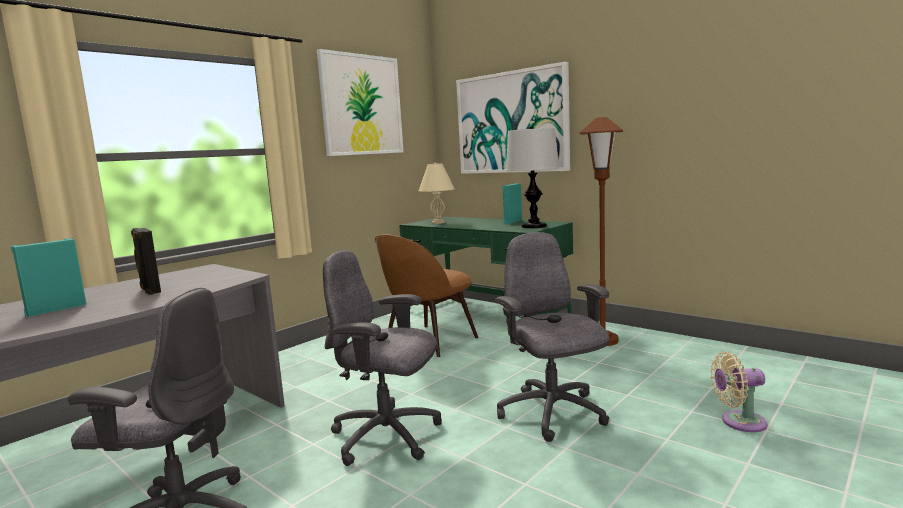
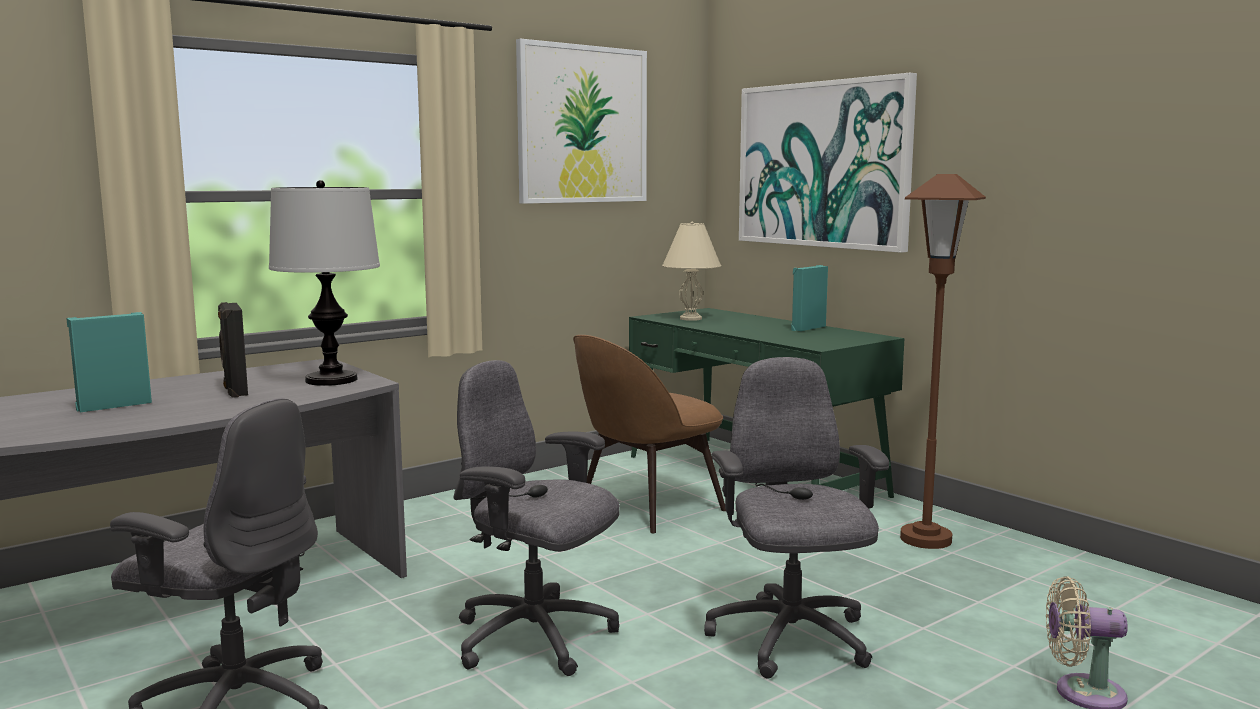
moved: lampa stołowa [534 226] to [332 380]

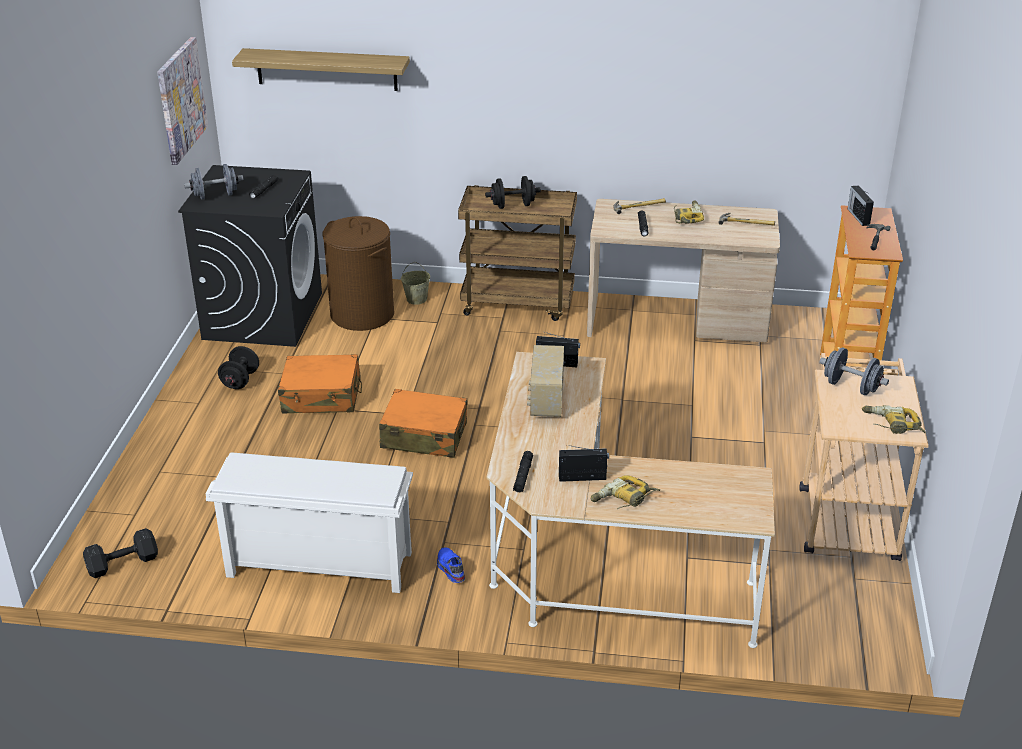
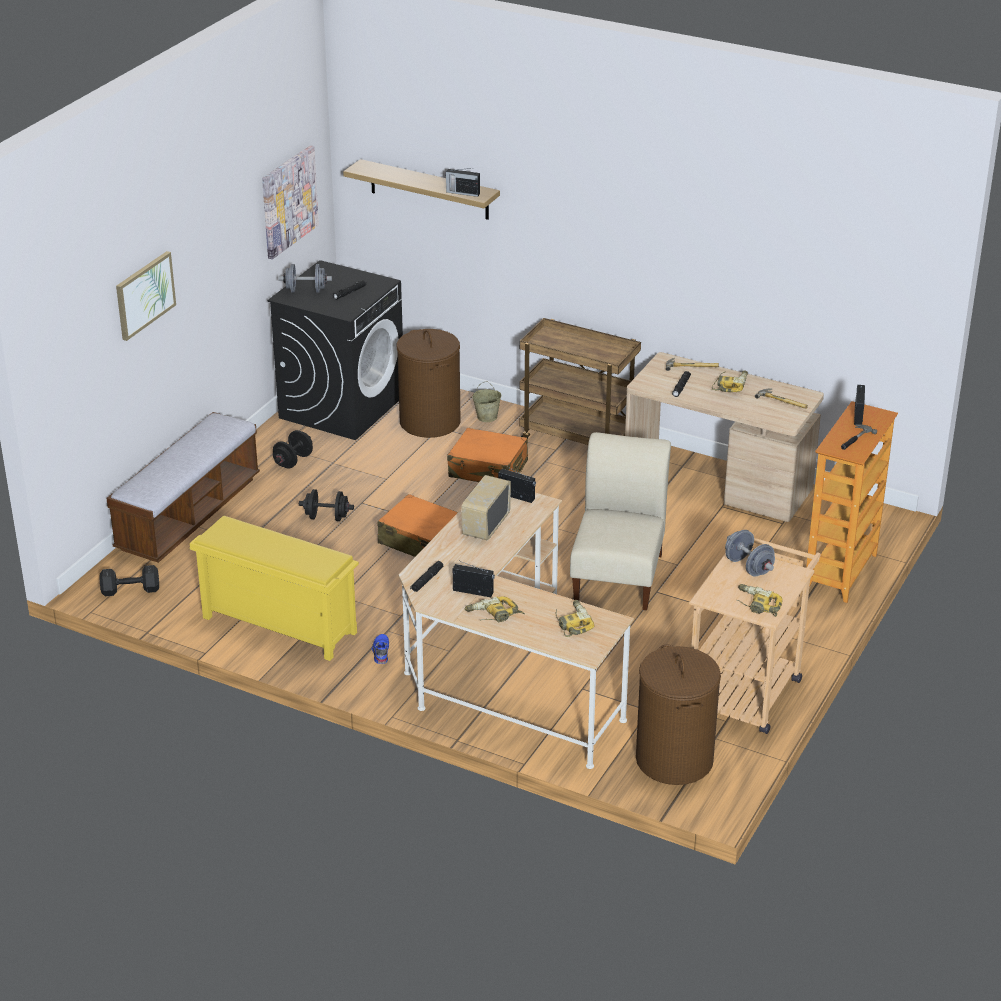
added: ławka [189 514]; obraz [144 295]; radio [462 193]; wiertarka [572 623]; krzesło (beżowy) [619 574]; kosz na pranie (brązowy) [674 759]
moved: hantel (czarny) [513 205] to [327 517]; walizka (pomarańczowy) [322 396] to [488 469]
recoloured: regał na buty (biały) [317 565] to regał na buty (żółty) [277 625]

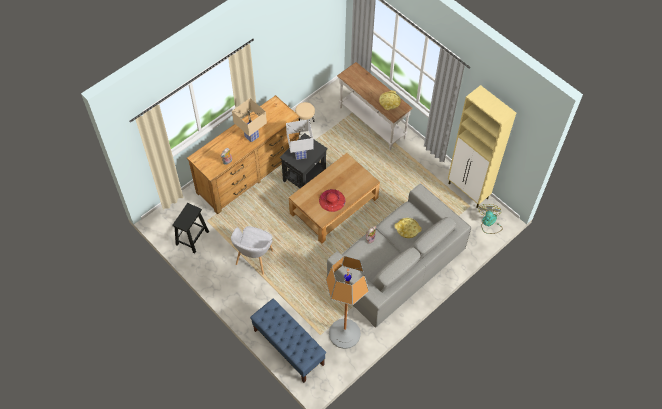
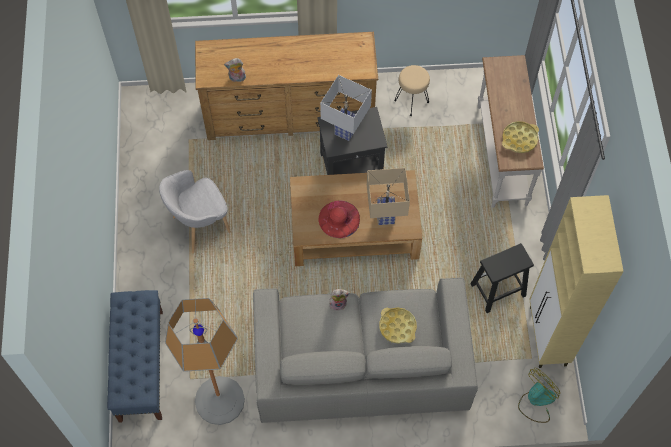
moved: lampa stołowa (beżowy) [252 136] to [386 217]; stołek (czarny) [192 238] to [497 290]

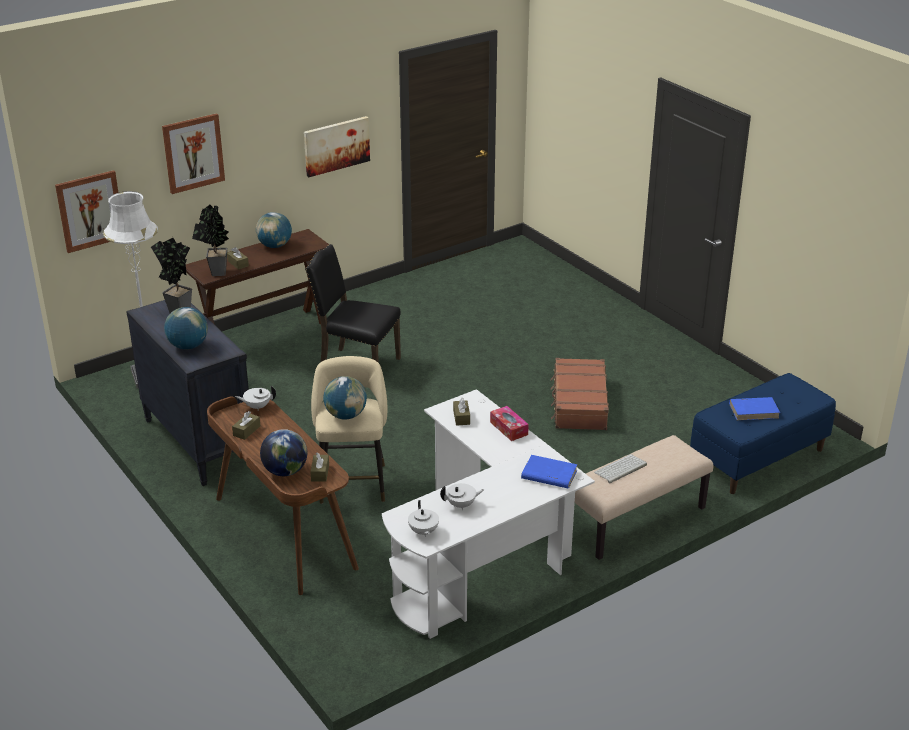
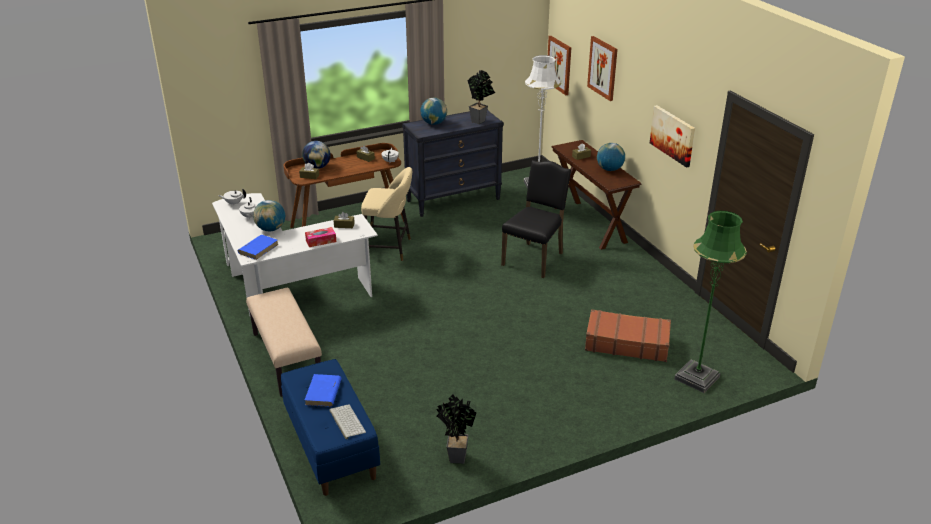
added: lampa stojąca (zielony) [697 378]
moved: globus [346 415] to [271 229]; klawiatura [620 469] to [346 421]; roślina doniczkowa [217 274] to [454 456]; walizka (brązowy) [579 403] to [626 343]

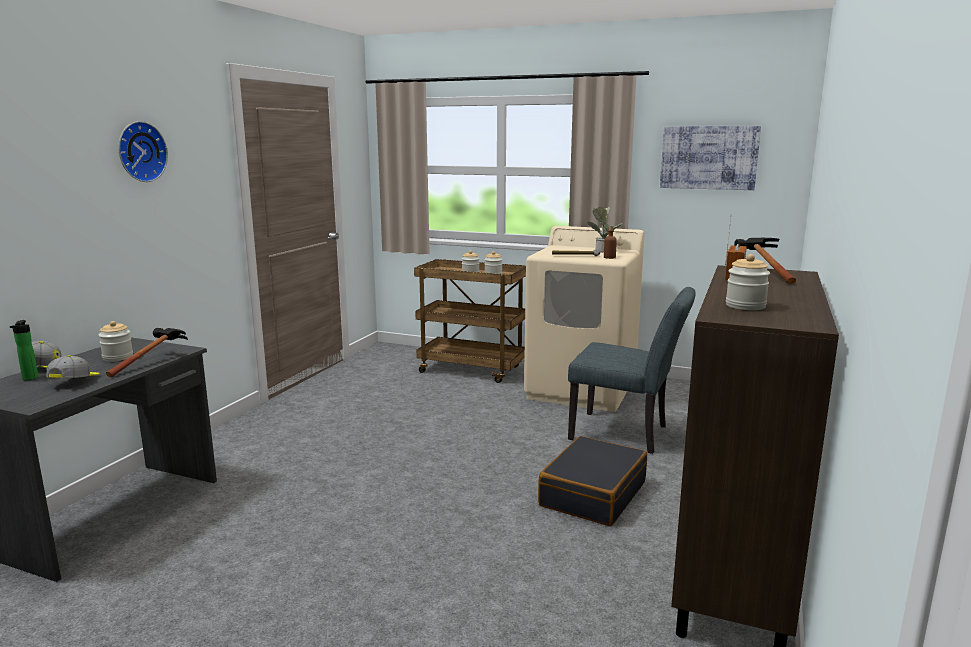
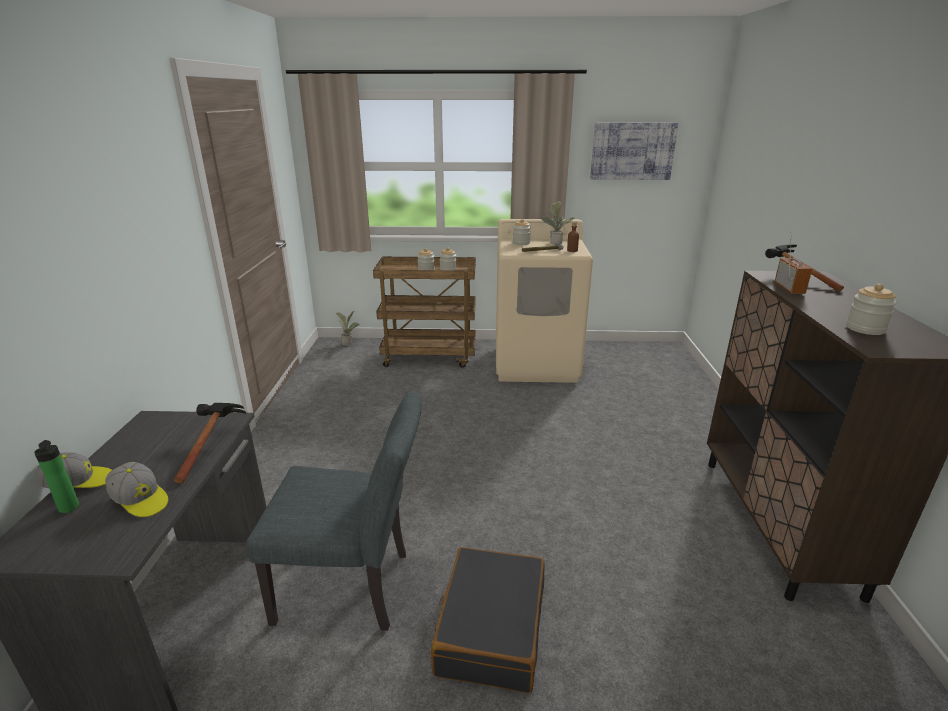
removed: zegar ścienny [140 151]
added: roślina doniczkowa [349 343]
moved: krzesło (szary) [626 434] to [354 587]; walizka (czarny) [592 494] to [490 628]; słoik [118 357] to [521 243]
turned: czapka z daszkiem [75 381] = [140 500] 135 degrees clockwise

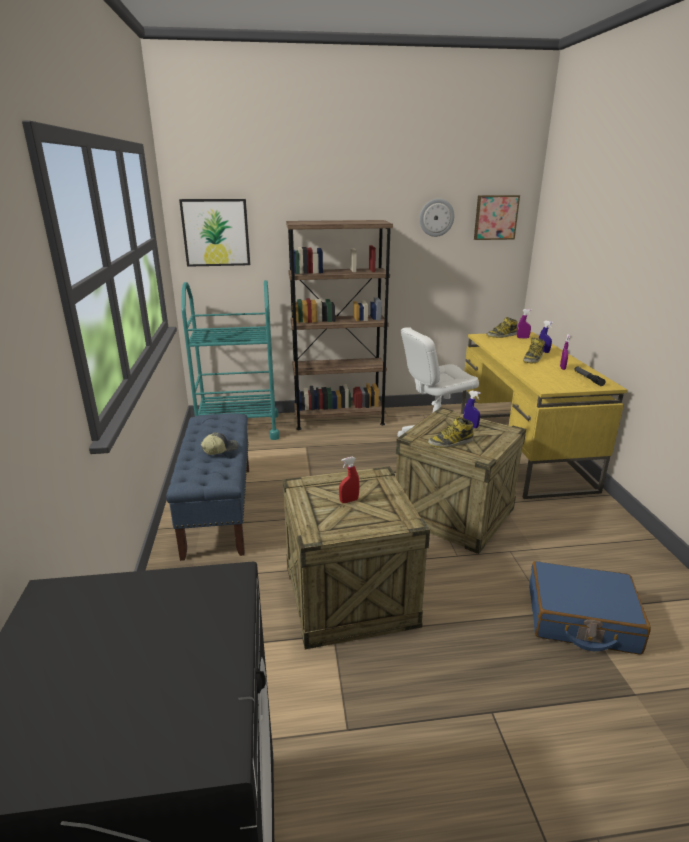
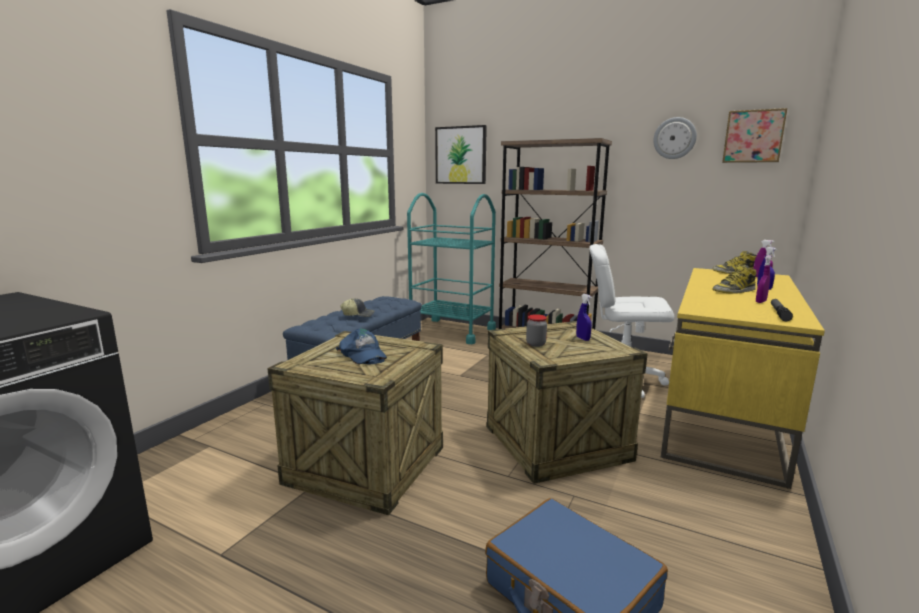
replaced: spryskiwacz (czerwony) [349 501] to czapka z daszkiem (niebieski) [362 354]; but z cholewką [450 443] to słoik [535 344]

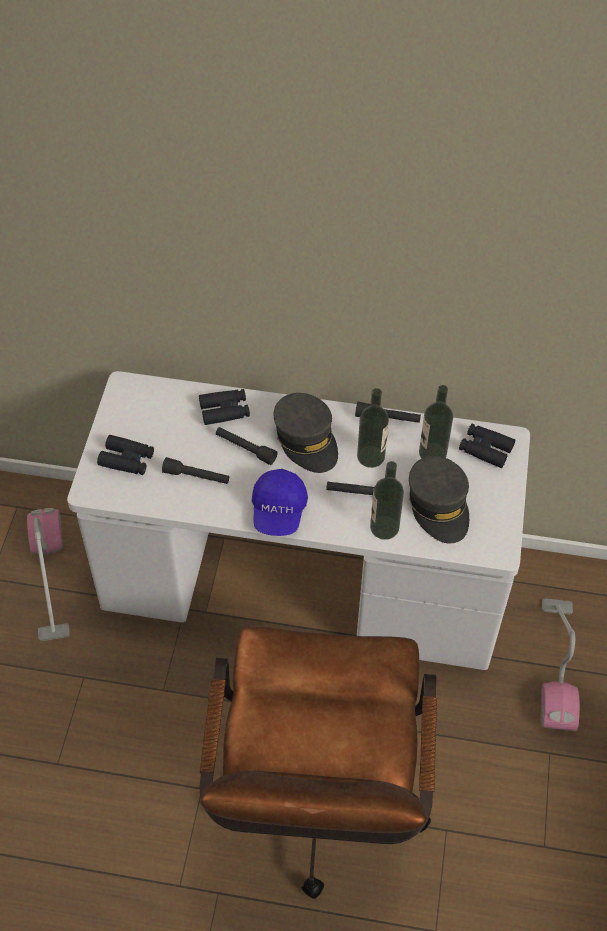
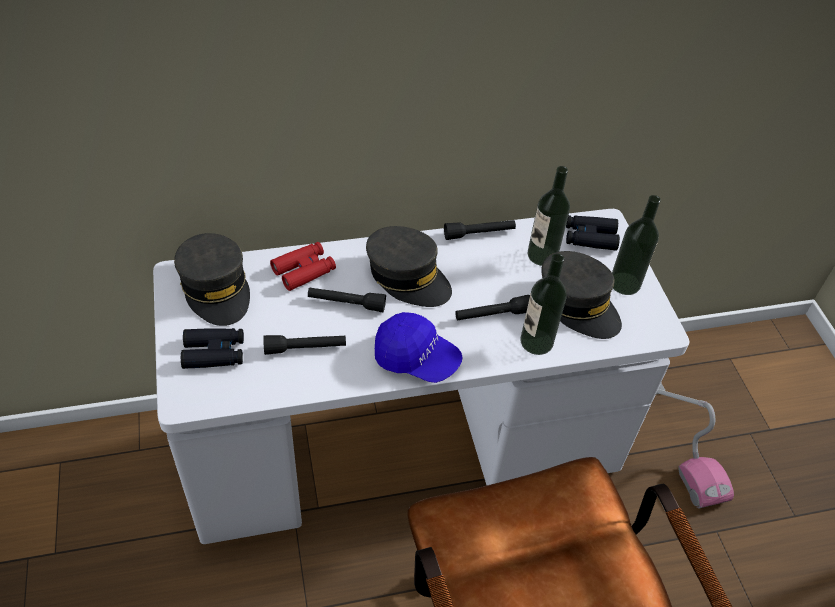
removed: odkurzacz [49 577]
added: czapka z daszkiem (szary) [216 288]
moved: butelka [371 456] to [625 283]
recoloured: lornetka (czarny) [224 410] to lornetka (czerwony) [304 270]
turned: czapka z daszkiem (niebieski) [278 511] = [416 358] 45 degrees counterclockwise

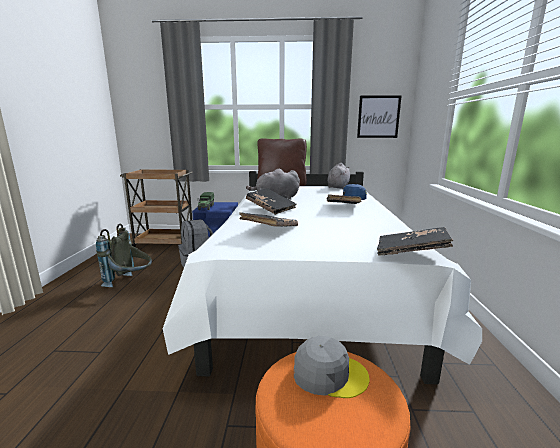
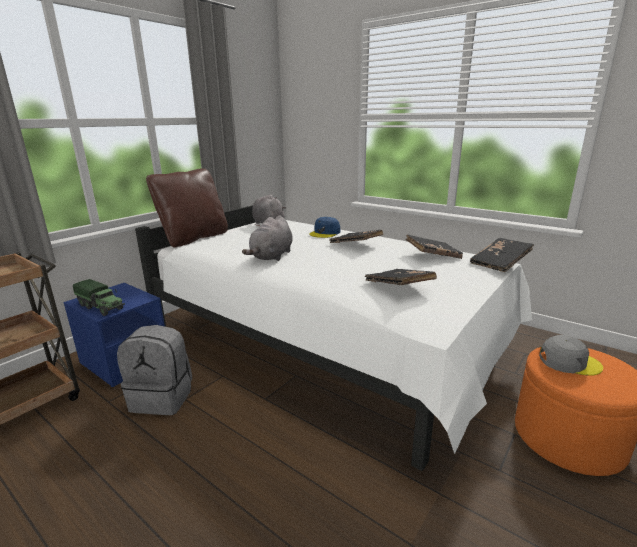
removed: plecak (szary) [131 283]; obraz [378 117]
moved: książka (czarny) [271 208] to [432 255]
turned: czapka z daszkiem (szary) [329 374] = [568 362] 60 degrees clockwise

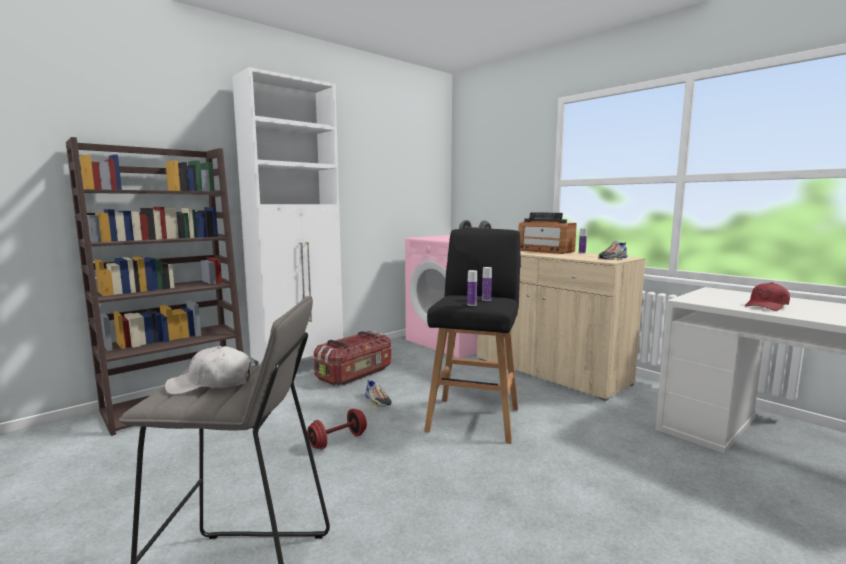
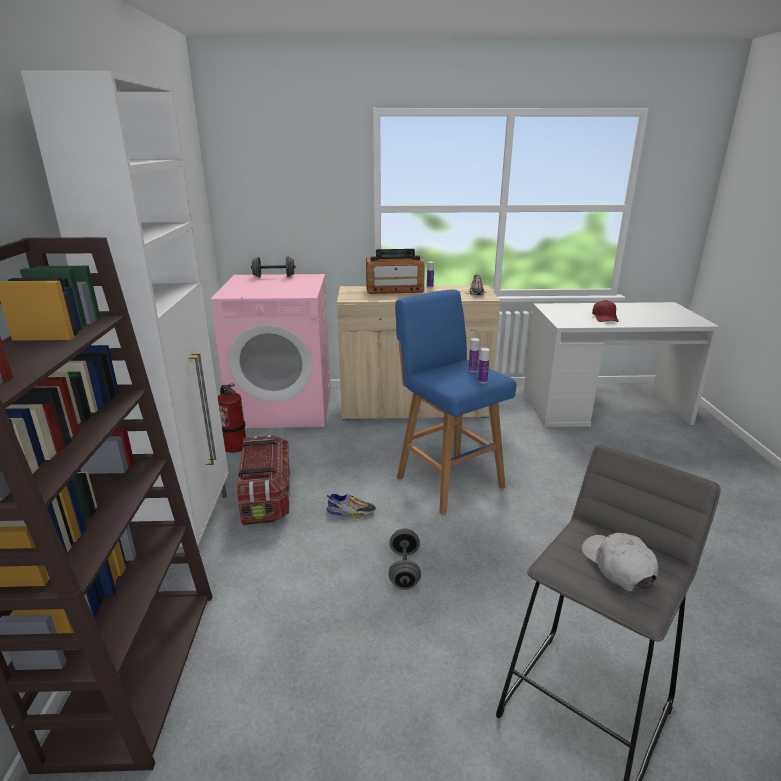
added: gaśnica [235 446]
recoloured: hantel (czerwony) [338 441] to hantel (szary) [404 569]; stołek (czarny) [474 417] to stołek (niebieski) [447 480]
turned: czapka z daszkiem (biały) [211 384] = [617 566] 135 degrees clockwise

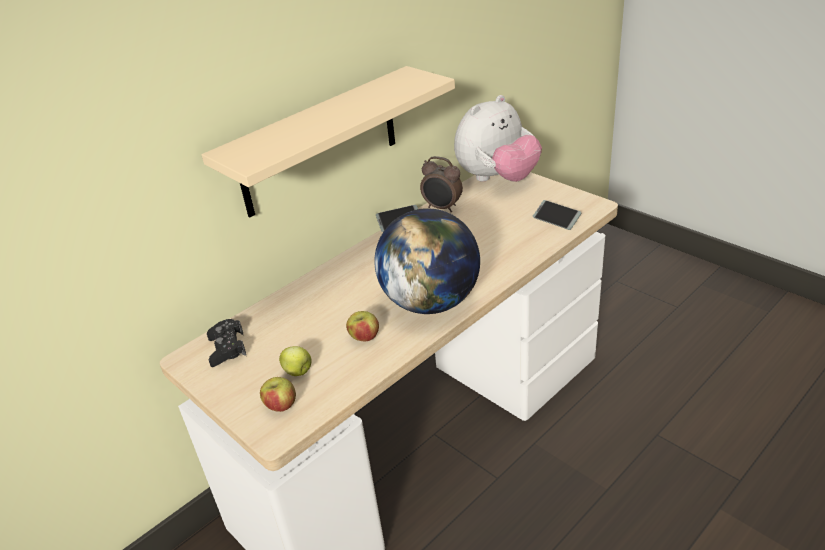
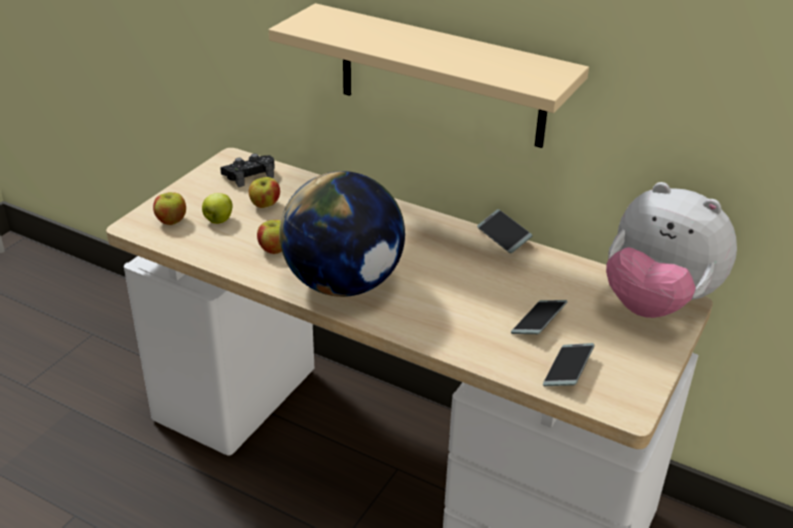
removed: budzik [442 208]
added: jabłko [265 205]; telefon [538 322]

